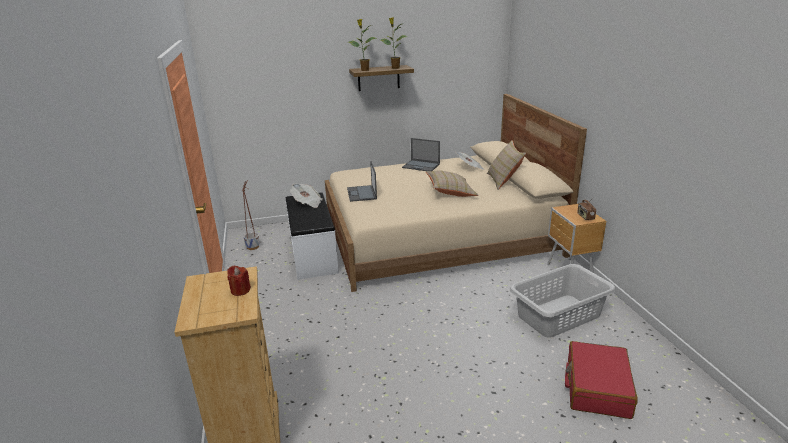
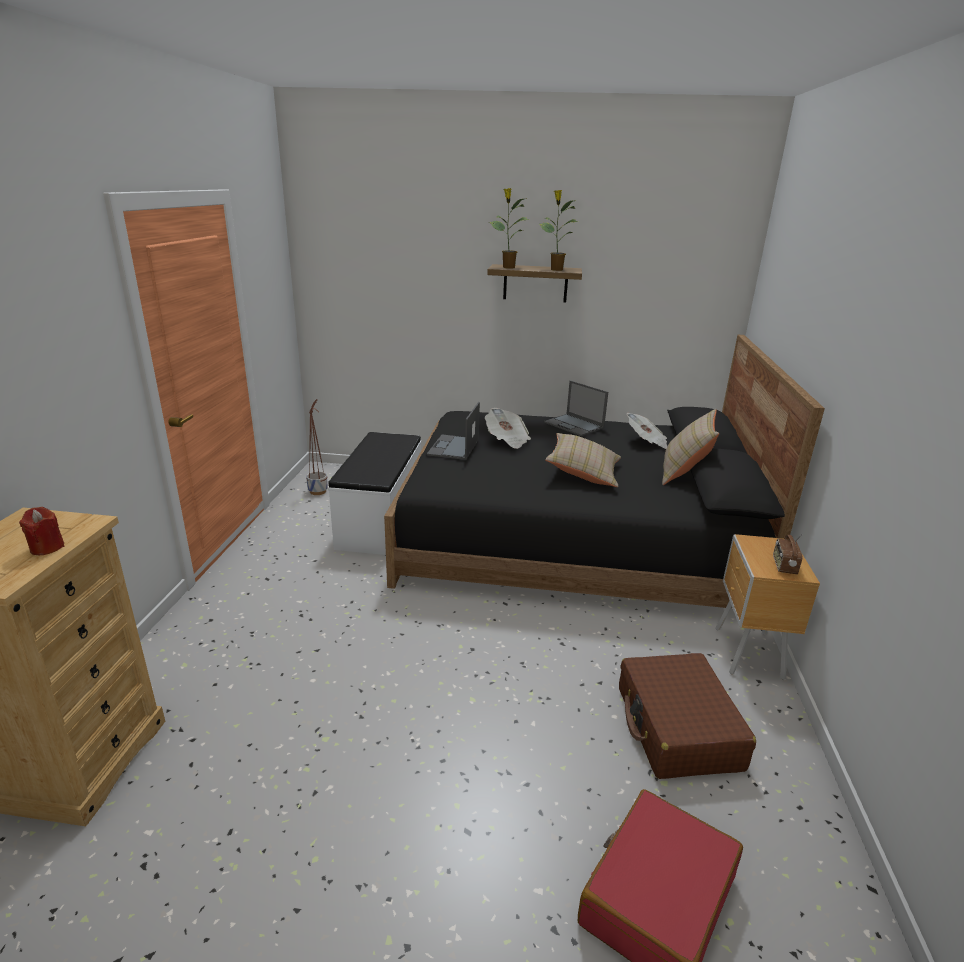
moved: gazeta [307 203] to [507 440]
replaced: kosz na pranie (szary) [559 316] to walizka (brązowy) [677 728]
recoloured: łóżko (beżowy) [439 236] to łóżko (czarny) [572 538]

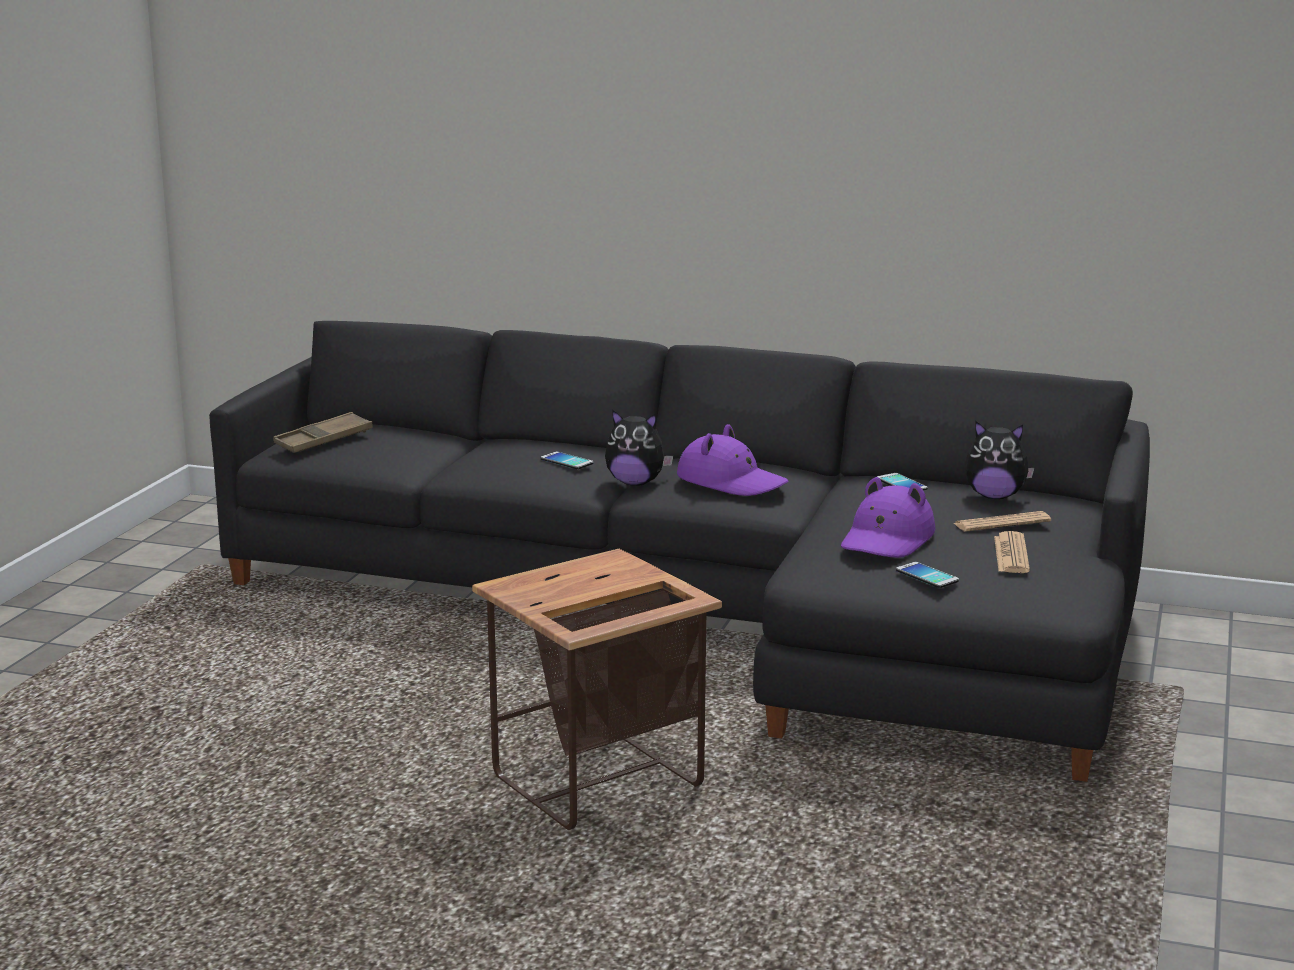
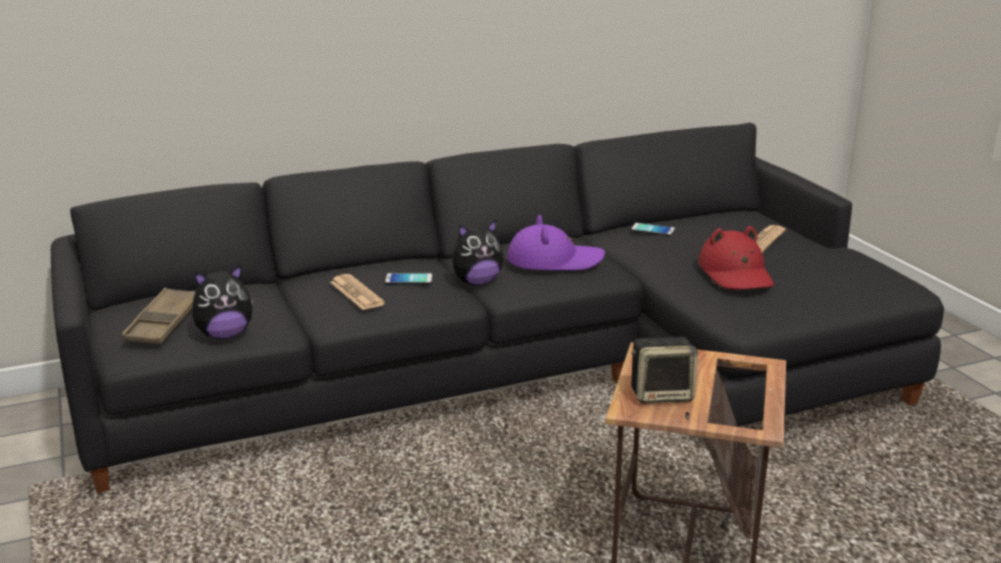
removed: telefon [927 576]
added: głośnik [662 394]
moved: pluszak [995 496] to [225 335]; gazeta [1011 554] to [356 293]
recoloured: kapelusz (fioletowy) [887 540] to kapelusz (czerwony) [736 274]

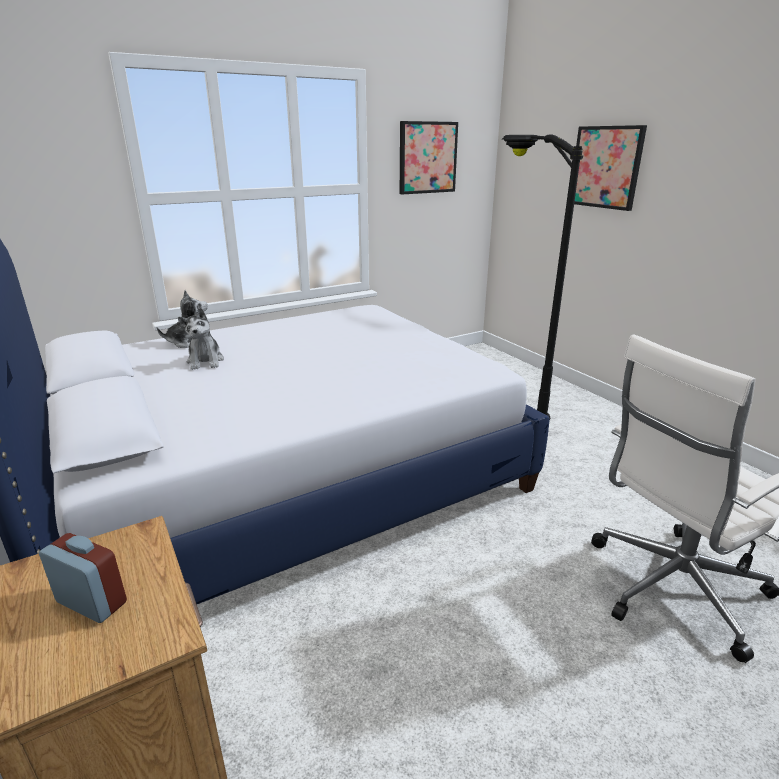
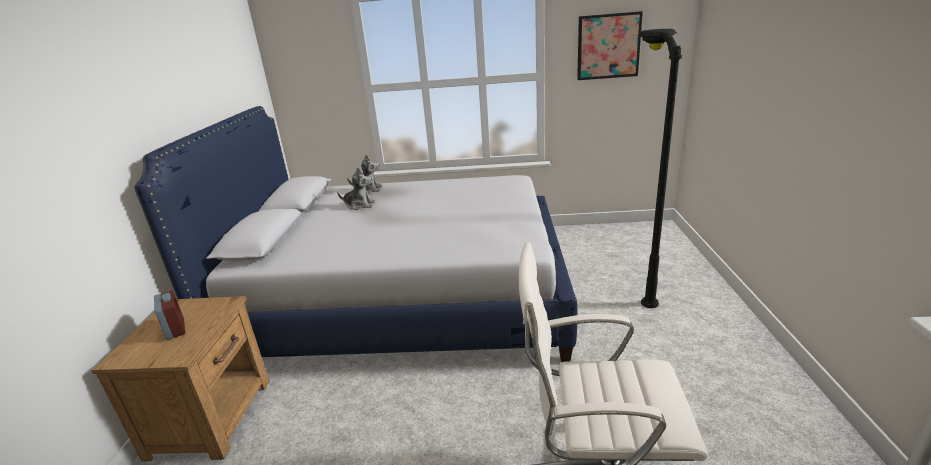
removed: obraz [606 167]
turned: pluszak [205 361] = [359 205] 105 degrees counterclockwise

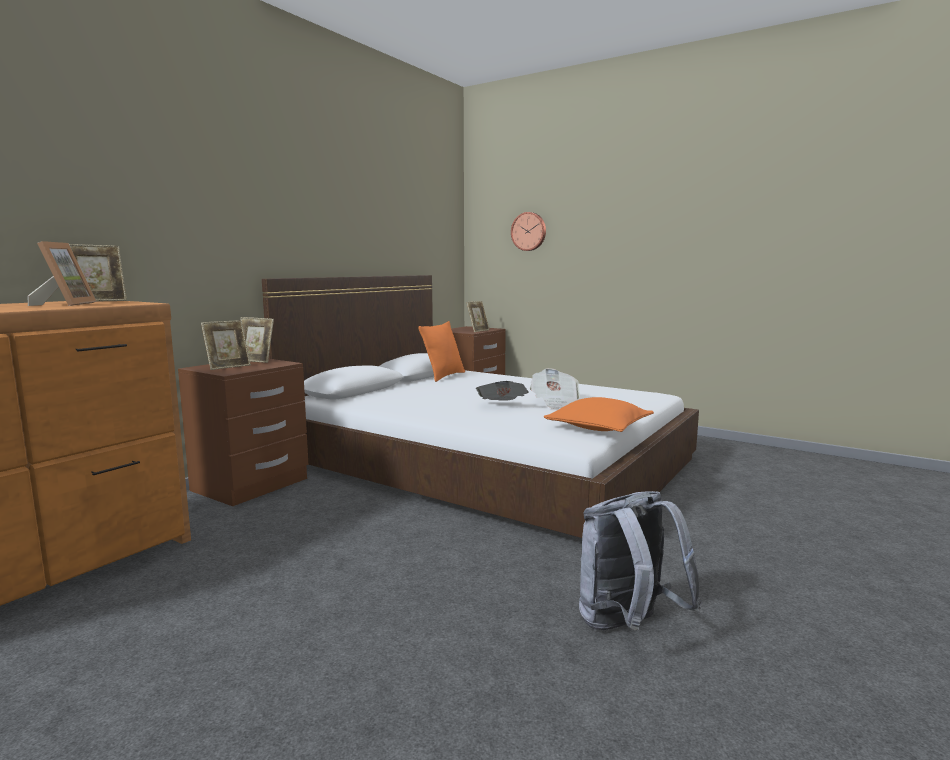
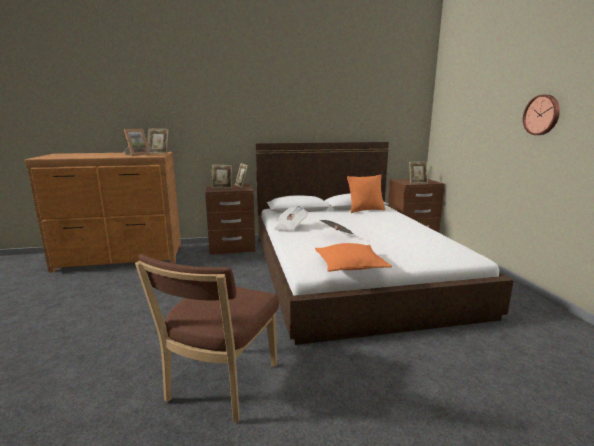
moved: gazeta [554 402] to [290 227]; zegar ścienny [529 231] to [542 115]
replaced: plecak (szary) [628 627] to krzesło (brązowy) [220 386]

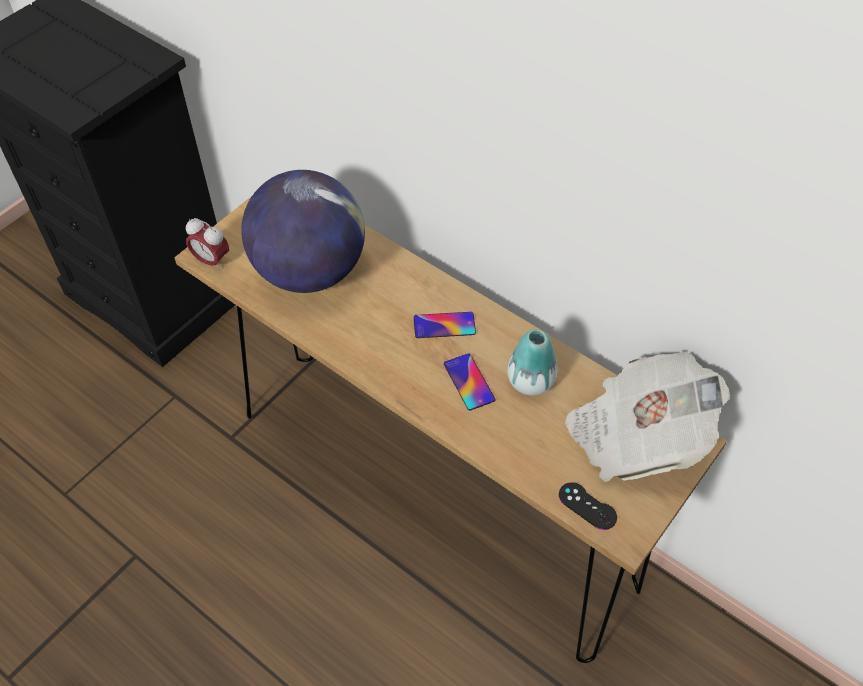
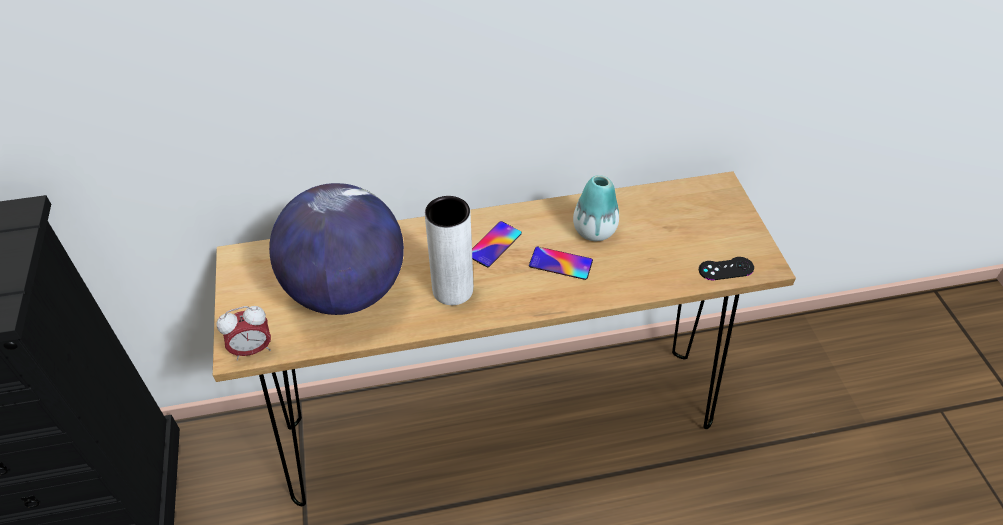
removed: gazeta [636 435]
added: wazon (biały) [452 290]

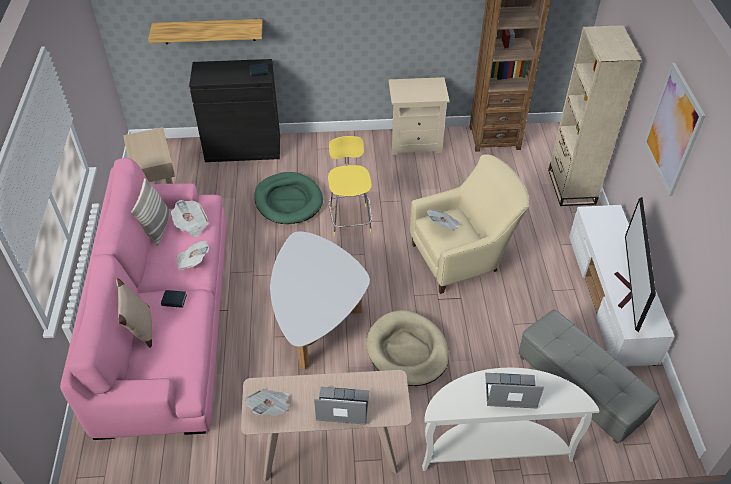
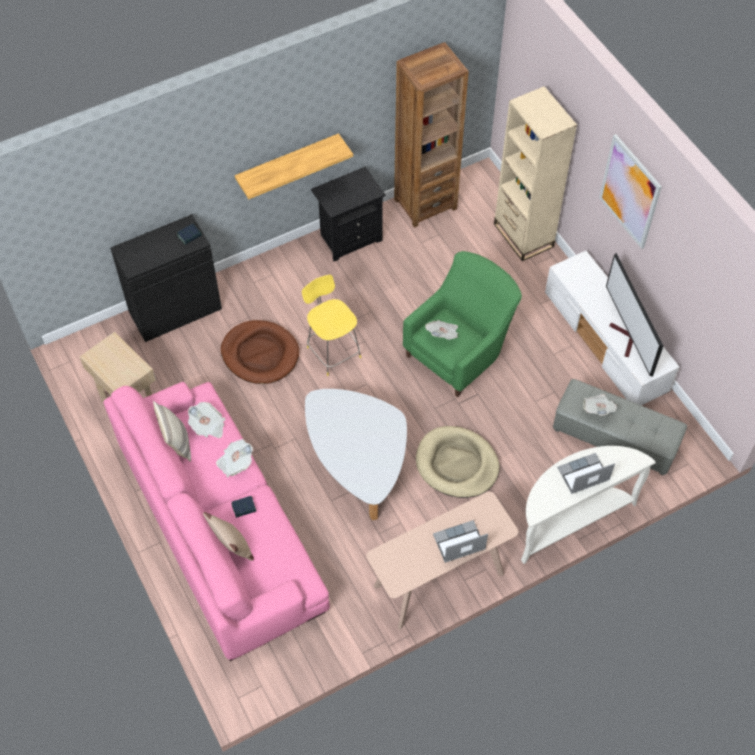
moved: półka [209 31] to [287 162]; gazeta [270 408] to [598 409]
recoloured: legowisko (zielony) [288 201] to legowisko (brązowy) [260 354]; szafka nocna (beżowy) [415 142] to szafka nocna (czarny) [349 238]; fotel (beżowy) [463 257] to fotel (zielony) [460 351]

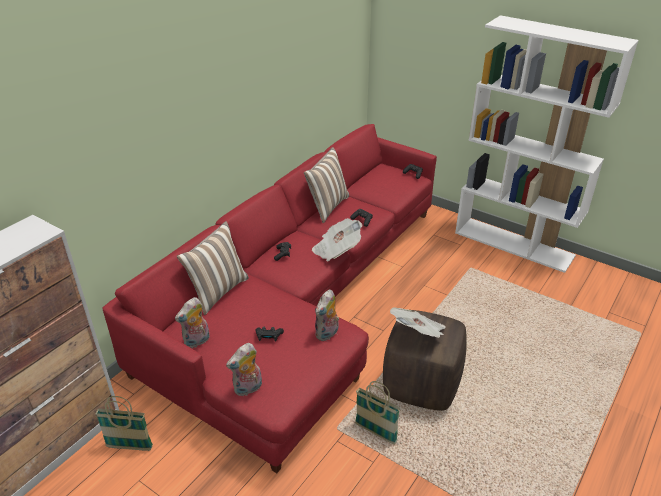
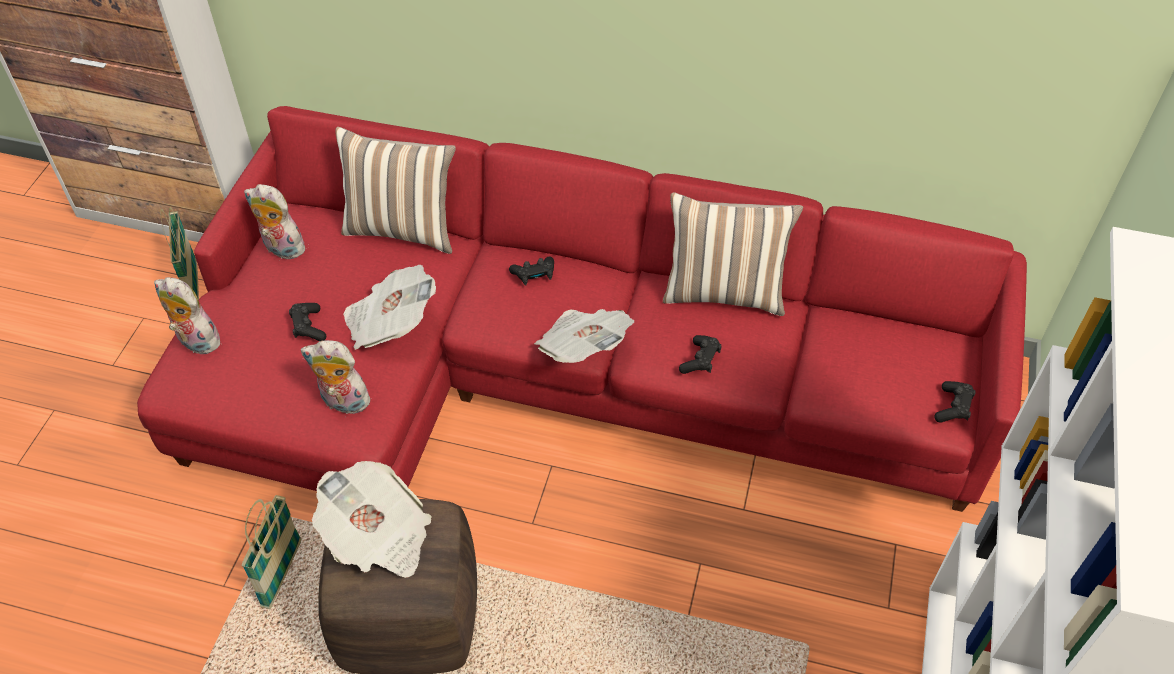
added: gazeta [390 323]

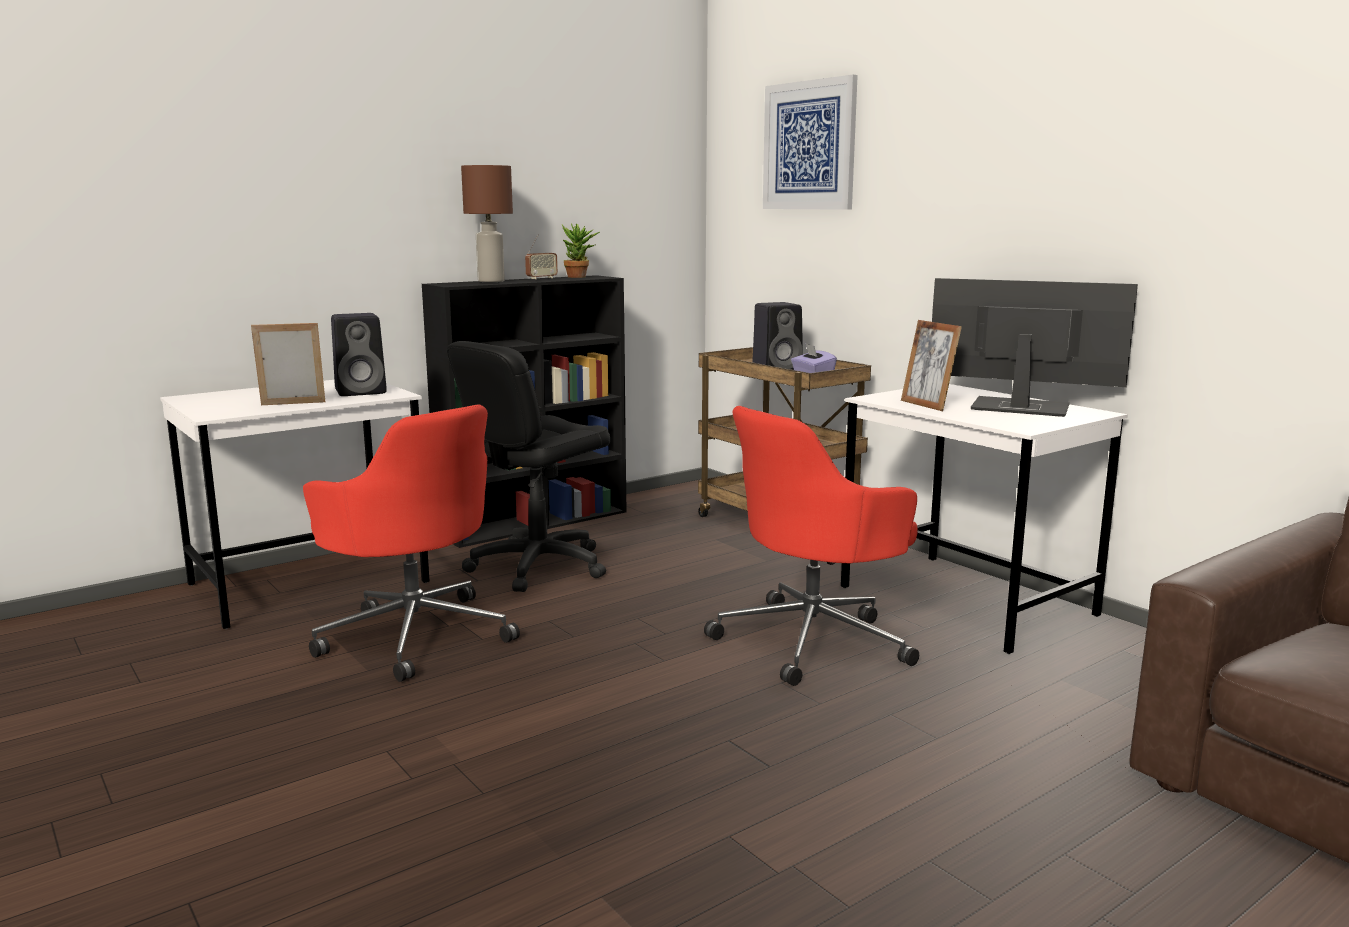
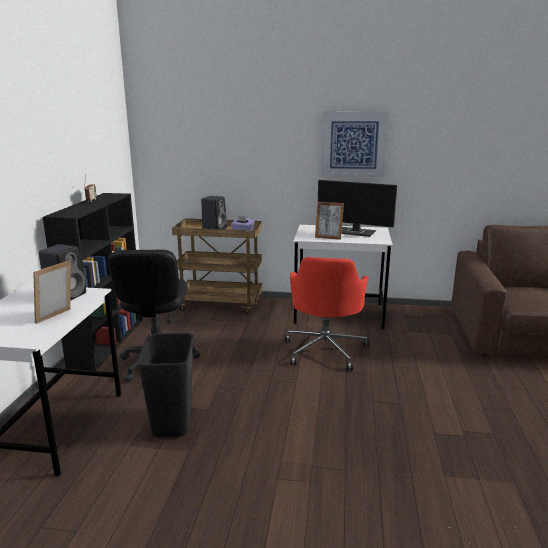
removed: lampa stołowa (brązowy) [490 281]; roślina doniczkowa [580 277]
moved: obraz [809 146] to [353 144]
replaced: krzesło biurowe (czerwony) [415 634] to kosz na śmieci (czarny) [173 423]
turned: monitor [1017 408] = [356 232] 135 degrees counterclockwise

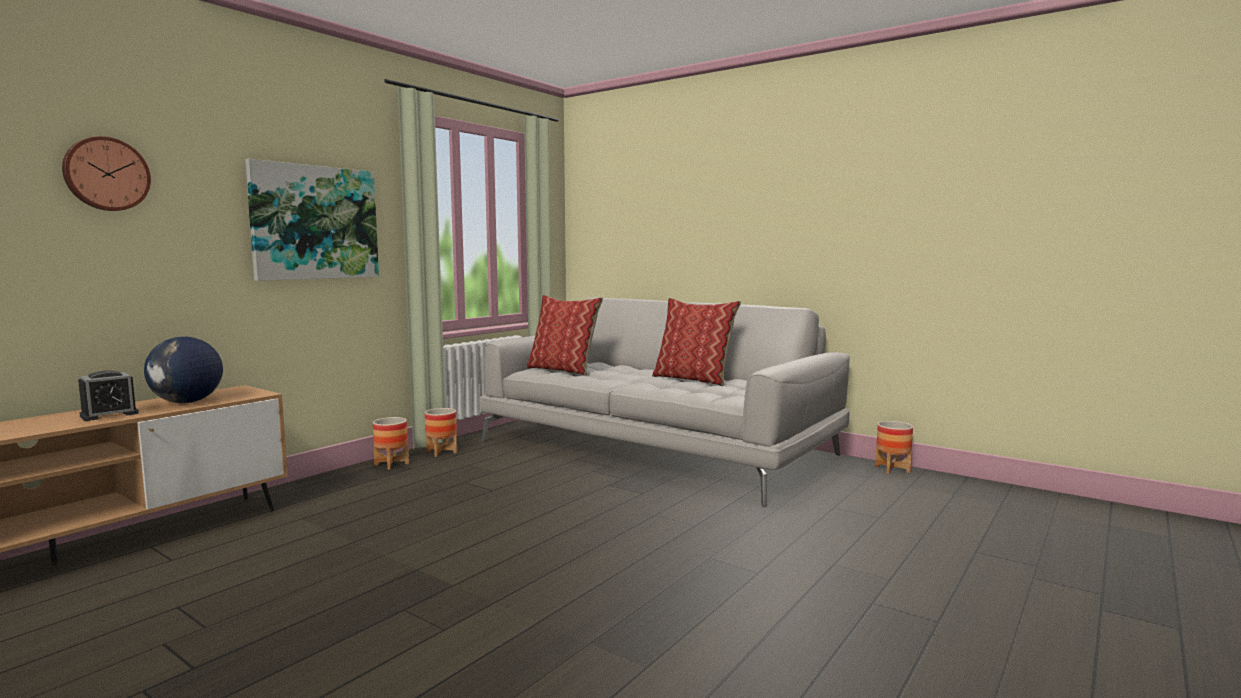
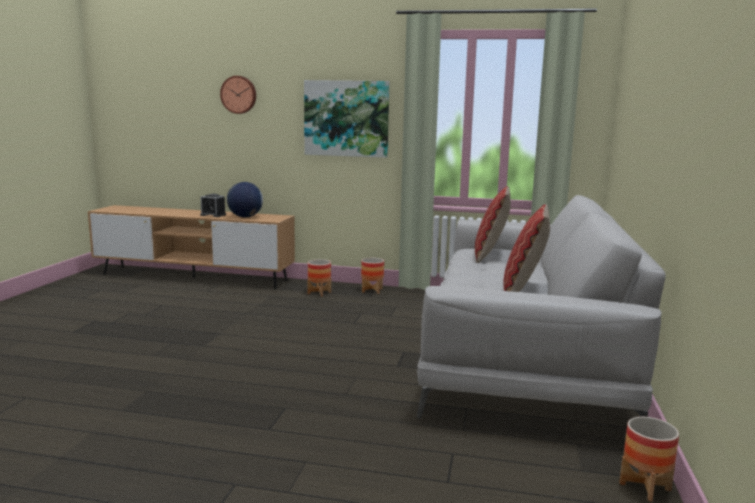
moved: donica [441 452] to [319 293]

